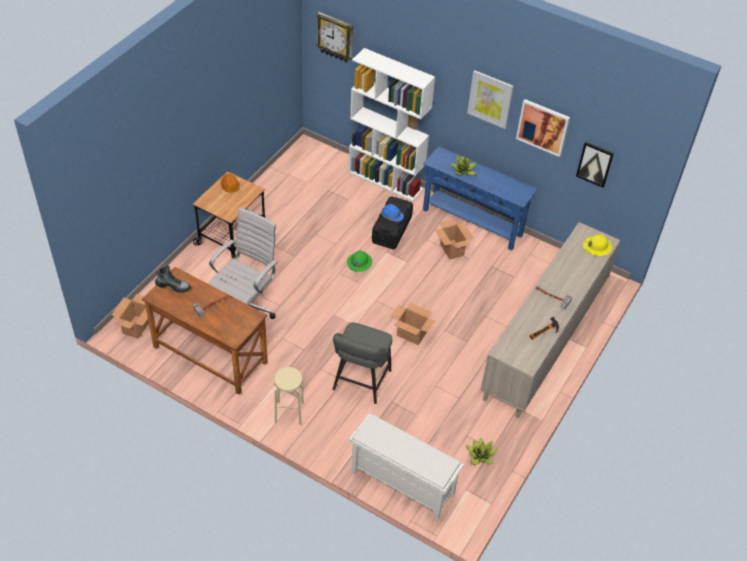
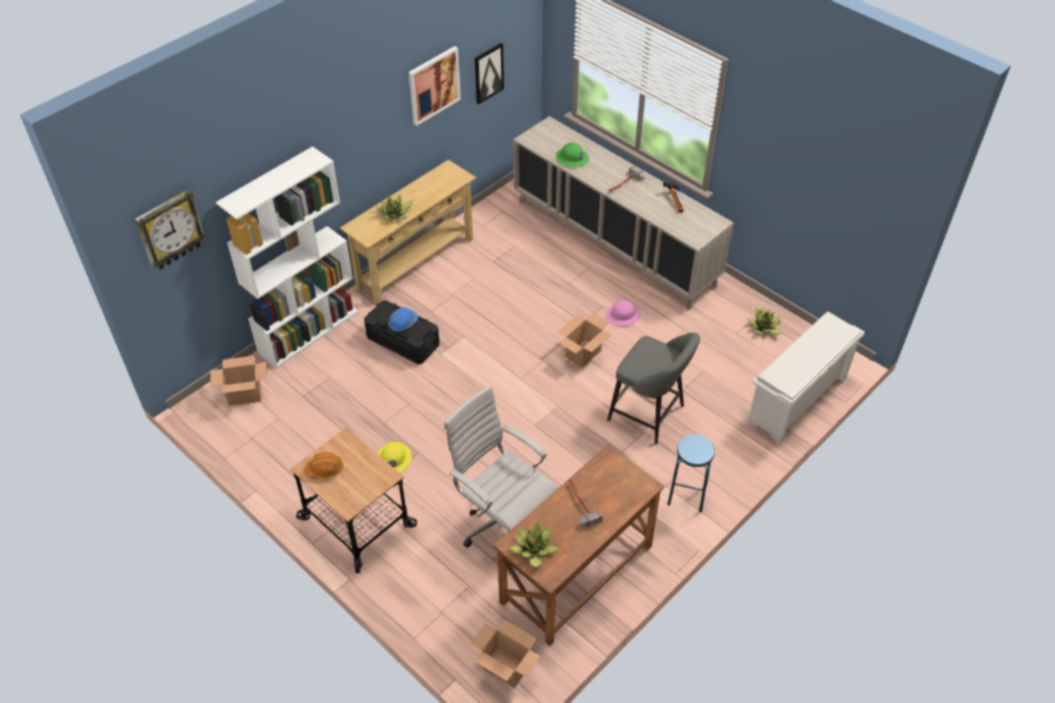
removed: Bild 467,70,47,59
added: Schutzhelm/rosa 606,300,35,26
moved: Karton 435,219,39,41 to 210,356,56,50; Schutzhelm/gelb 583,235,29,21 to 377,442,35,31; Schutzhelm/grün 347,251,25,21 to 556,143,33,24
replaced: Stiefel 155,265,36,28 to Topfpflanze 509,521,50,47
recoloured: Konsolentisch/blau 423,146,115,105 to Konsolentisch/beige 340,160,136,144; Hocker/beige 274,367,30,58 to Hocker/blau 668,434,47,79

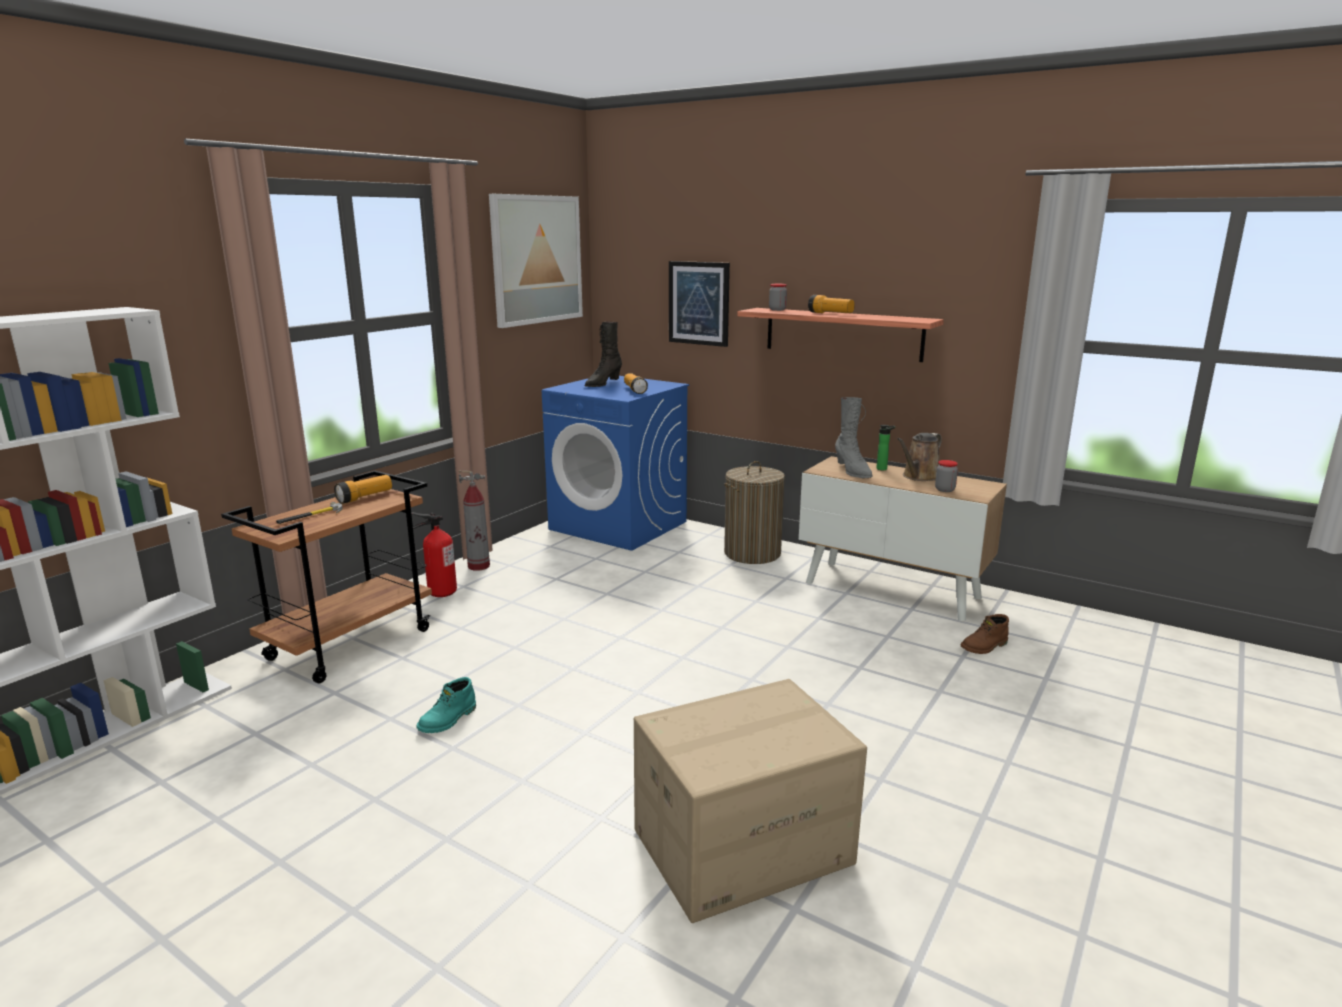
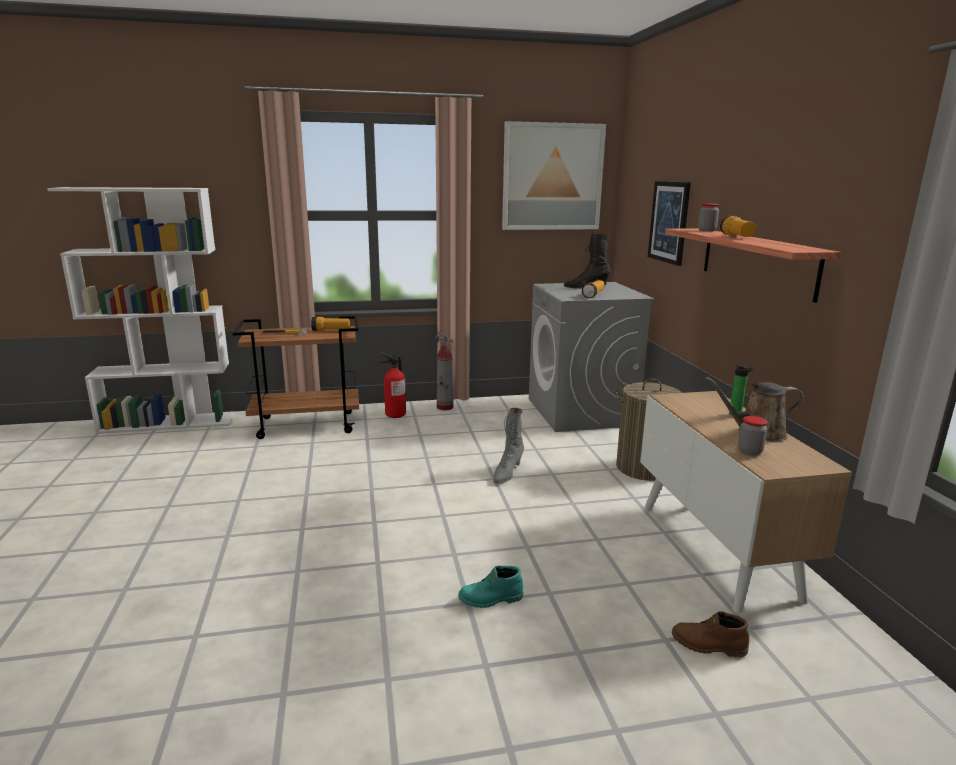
removed: Karton 634,679,233,244
moved: Stiefel/grau 835,397,38,81 to 493,408,31,76; Stiefel/türkis 416,677,60,56 to 458,565,65,43
recoloured: Waschmaschine/blau 542,376,147,175 to Waschmaschine/grau 529,282,125,150

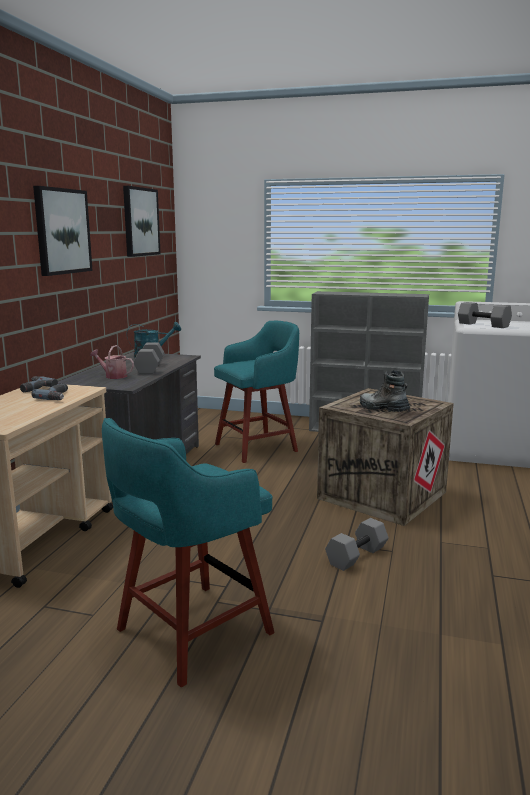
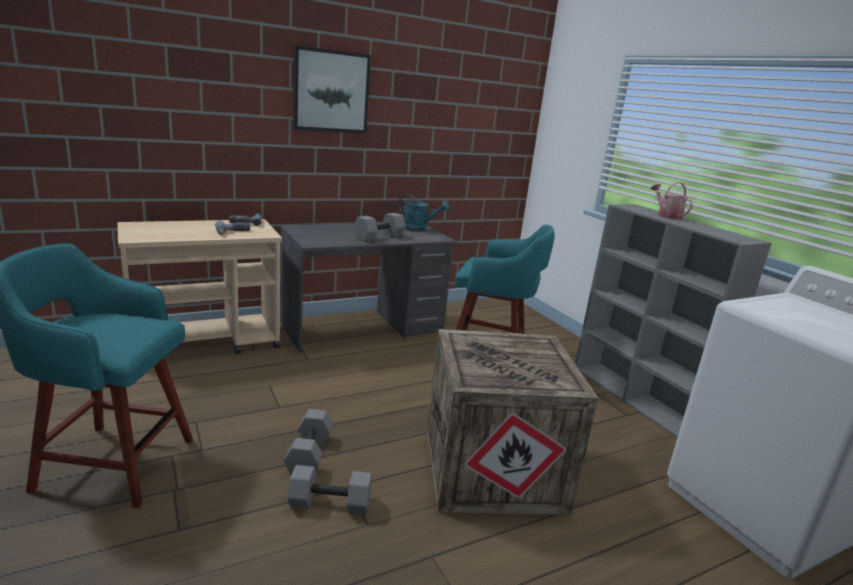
removed: Bild 123,186,38,71; Stiefel 360,370,50,42
moved: Hantel/grau 458,302,54,26 to 283,409,50,65; Gießkanne 90,345,44,34 to 651,182,42,38

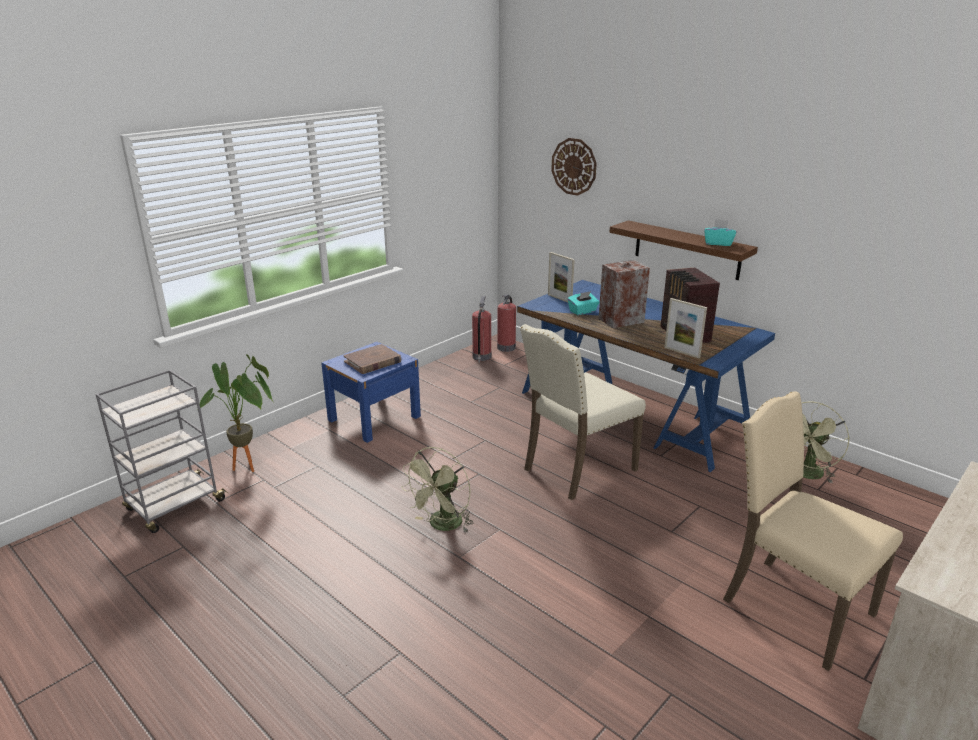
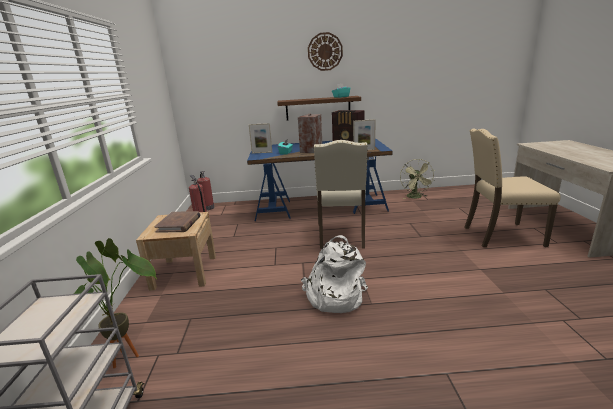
moved: Wanduhr 551,138,46,58 to 308,32,35,39
replaced: Ventilator/grün 401,447,72,86 to Rucksack/weiß 301,235,67,78
recoloured: Nachttisch/blau 321,342,100,101 to Nachttisch/beige 136,212,80,79

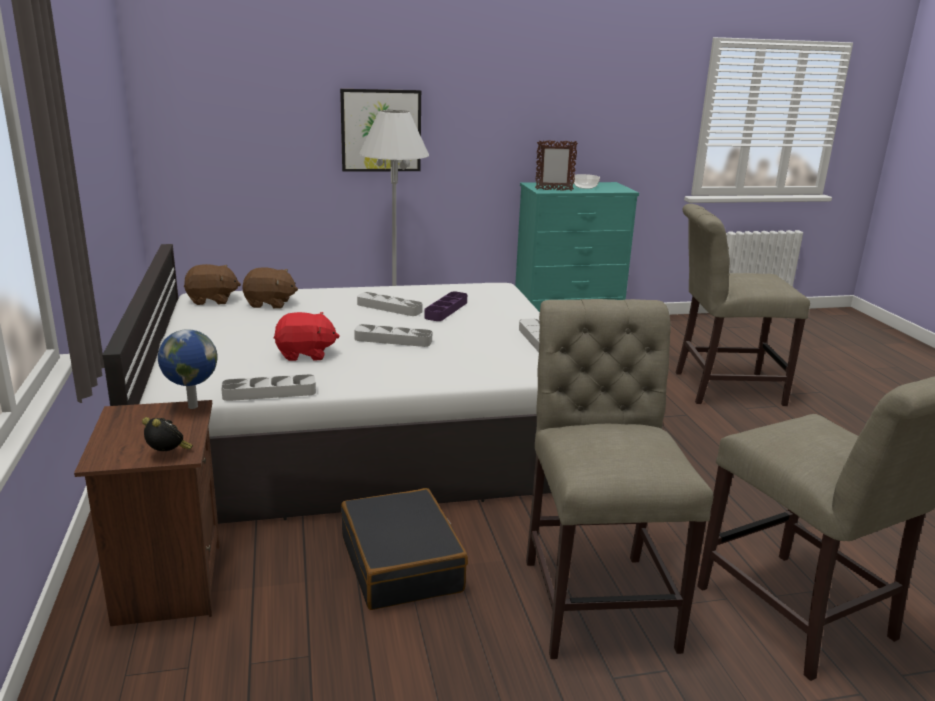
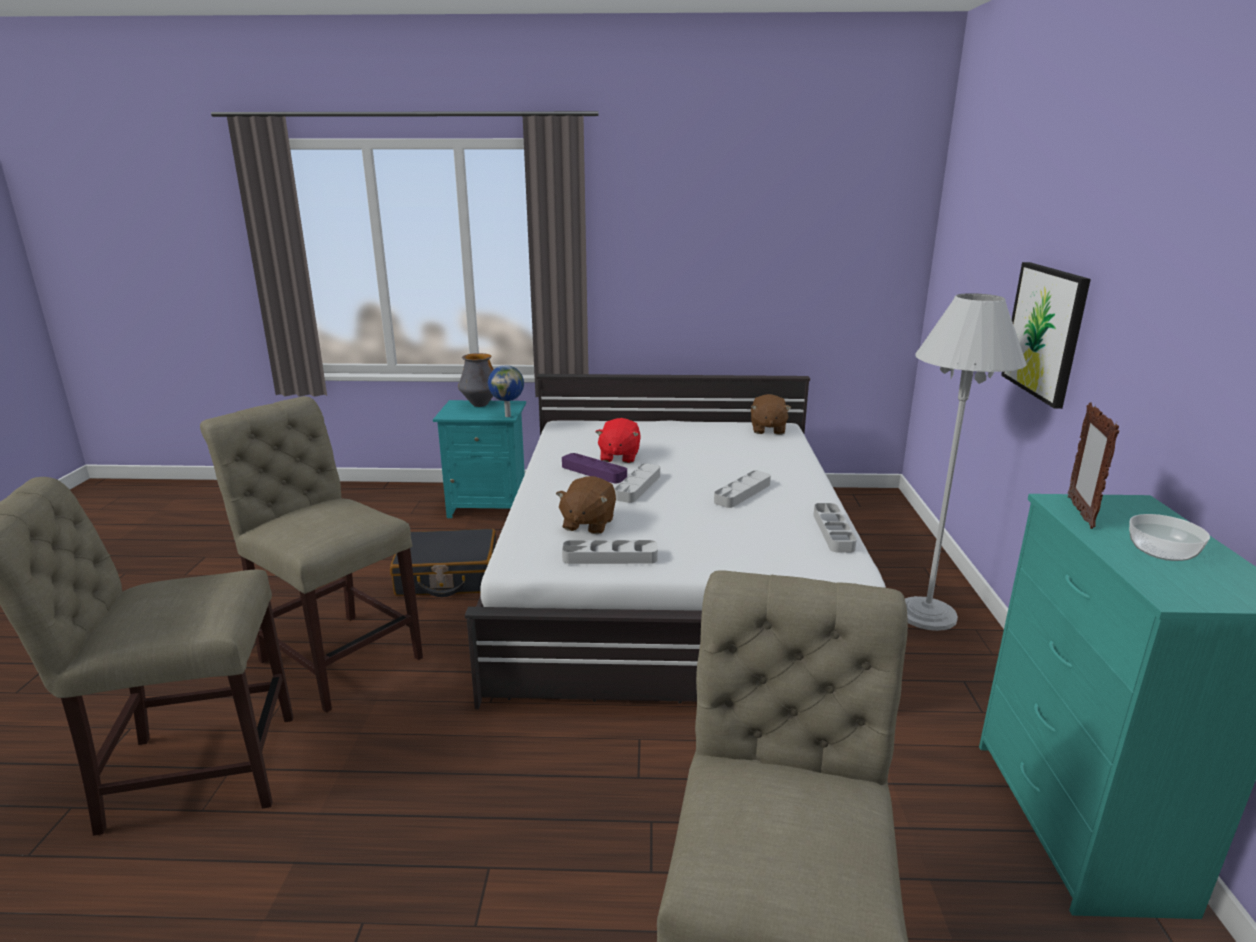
removed: Wecker 142,417,51,34
added: Vase 458,353,36,54
moved: Plüschtier/braun 242,268,56,41 to 556,476,60,58; Tablett/lila 424,291,43,30 to 562,453,65,30; Tablett/grau 221,374,95,27 to 813,503,44,50
recoloured: Nachttisch/braun 74,400,146,226 to Nachttisch/türkis 433,400,93,118
turned: Stuhl/beige 526,299,187,360 = 200,396,223,317 150 degrees counterclockwise

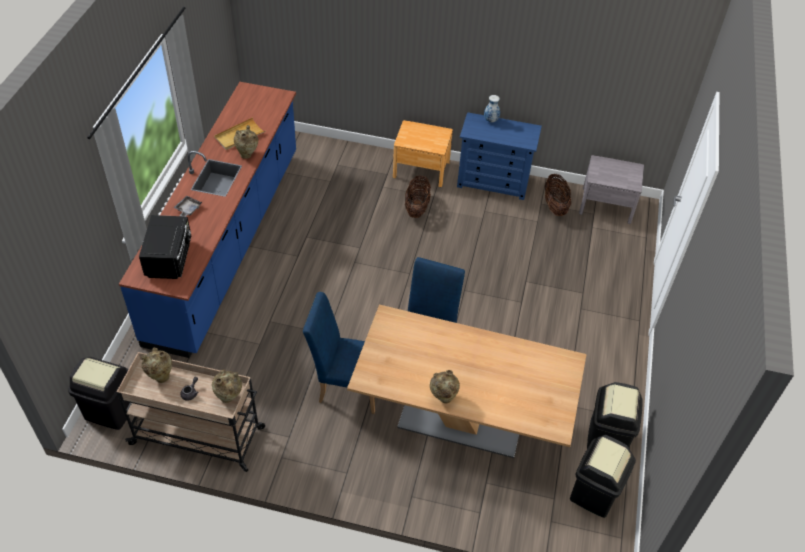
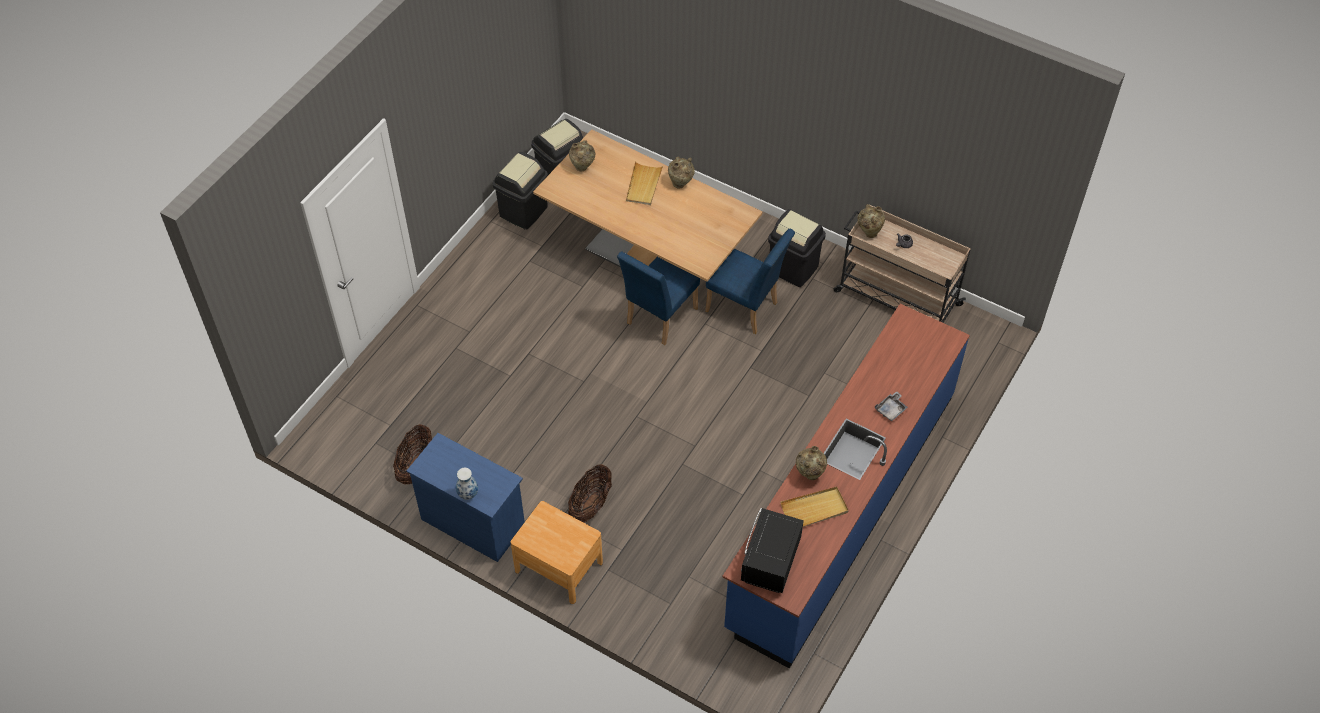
removed: Nachttisch/grau 579,155,65,69
added: Tablett/beige 626,161,37,44
moved: Mikrowelle/schwarz 139,215,52,64 to 741,508,63,85; Vase/beige 142,347,30,36 to 569,140,27,31; Mülleimer/schwarz 68,357,62,73 to 768,209,58,78

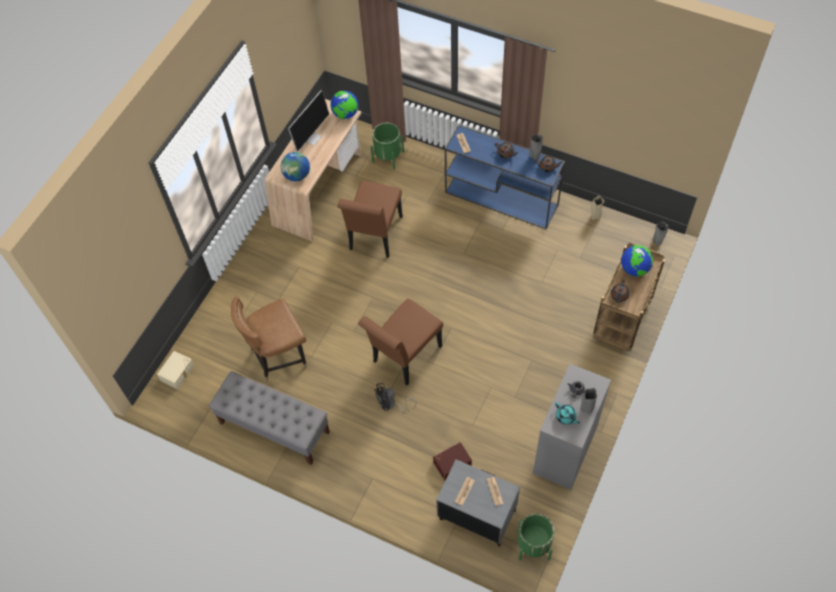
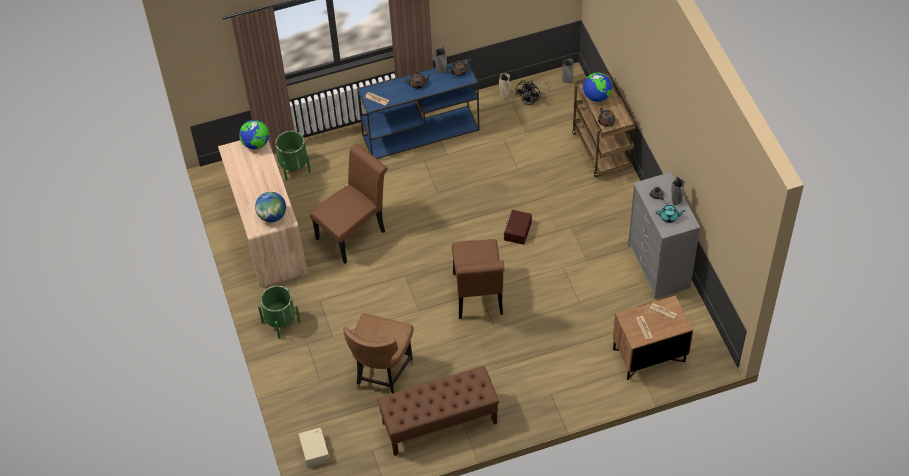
removed: Monitor 288,90,41,62
moved: Ventilator/schwarz 374,383,42,29 to 516,80,33,25; Aufbewahrungsbox/braun 433,442,39,38 to 504,210,28,35; Pflanzkübel/grün 518,514,36,47 to 258,285,43,54
recoloured: Bank/grau 209,371,121,94 to Bank/braun 377,366,122,90; Nachttisch/grau 436,459,84,88 to Nachttisch/braun 613,295,80,85
turned: Stuhl/braun 338,181,65,77 = 310,143,78,121 105 degrees counterclockwise

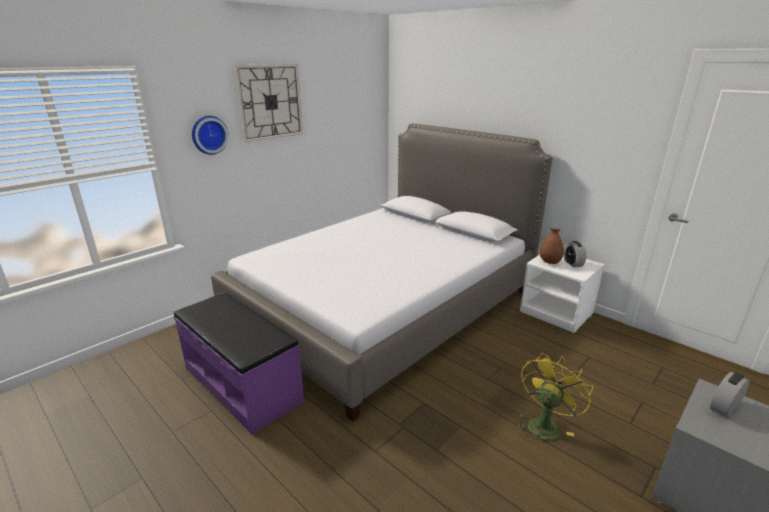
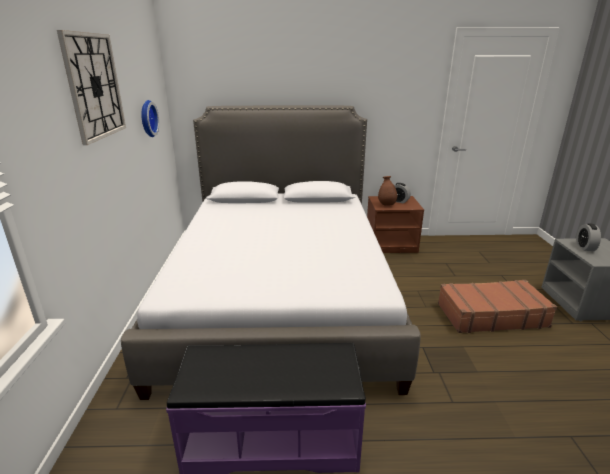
moved: Wanduhr 192,116,37,39 to 141,100,18,37
replaced: Ventilator/gelb 517,353,76,88 to Koffer/braun 438,280,119,53
recoloured: Nachttisch/weiß 520,255,85,78 to Nachttisch/braun 367,196,57,57

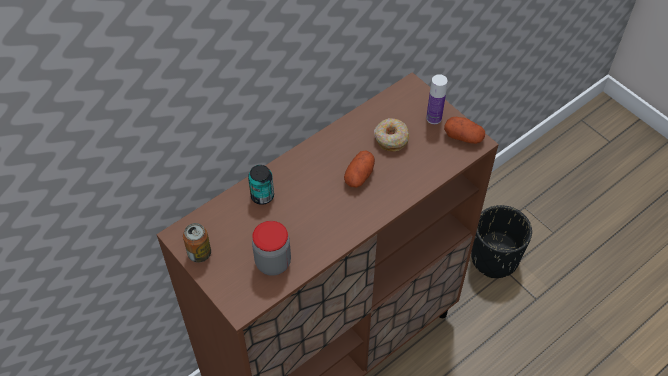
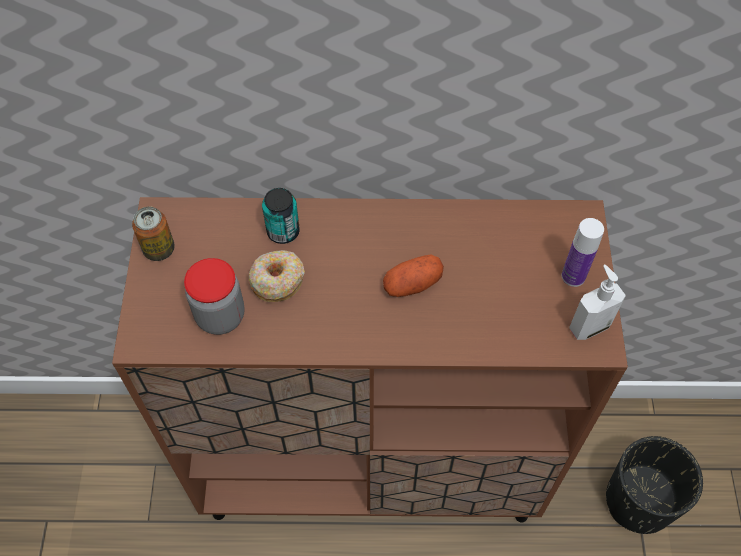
moved: Donut 374,118,36,34 to 249,250,56,52
replaced: Kartoffel 444,117,41,27 to Seifenspender 569,265,57,75

